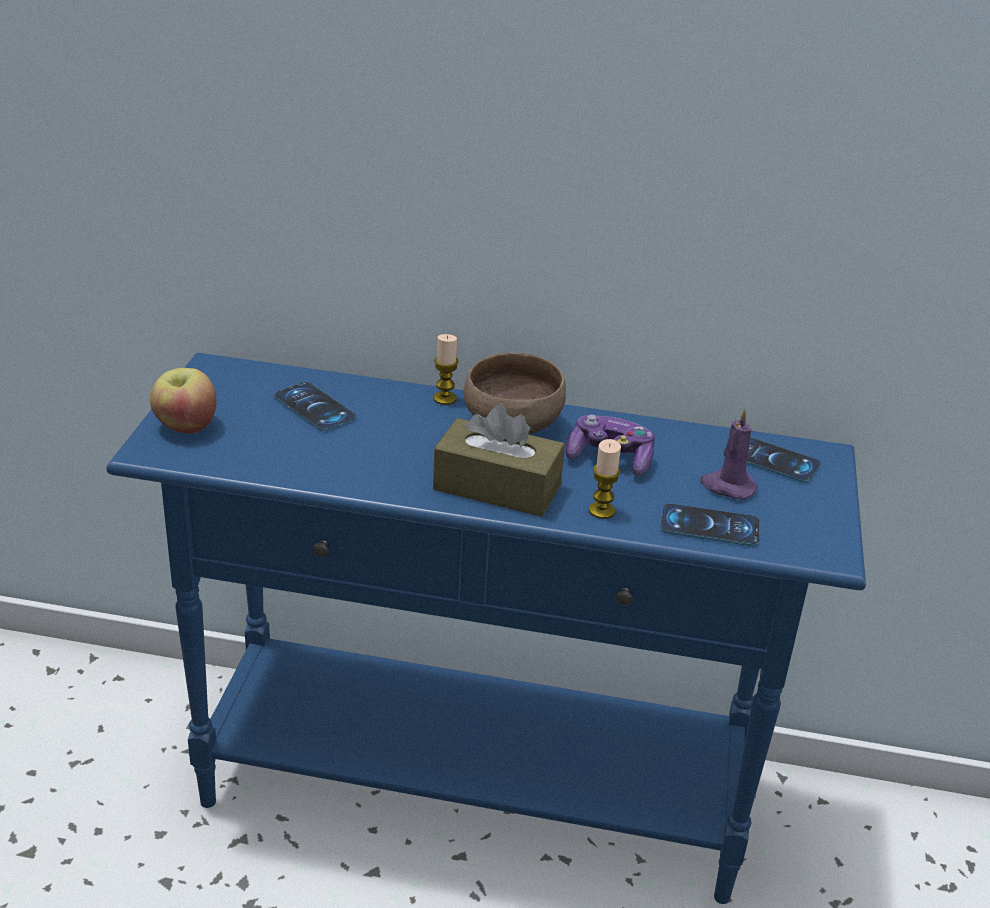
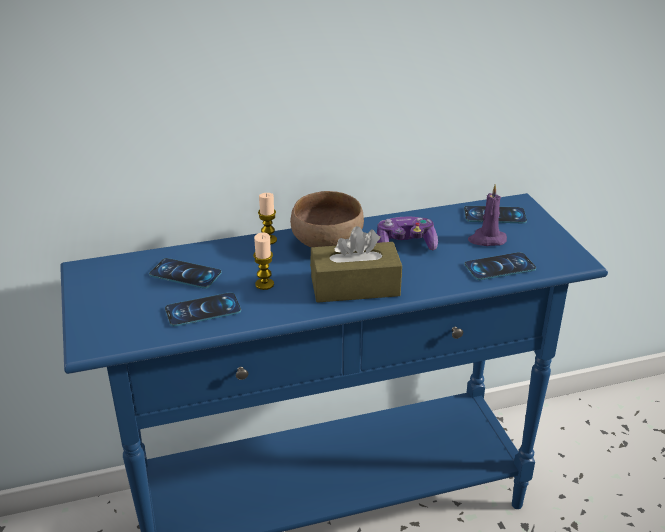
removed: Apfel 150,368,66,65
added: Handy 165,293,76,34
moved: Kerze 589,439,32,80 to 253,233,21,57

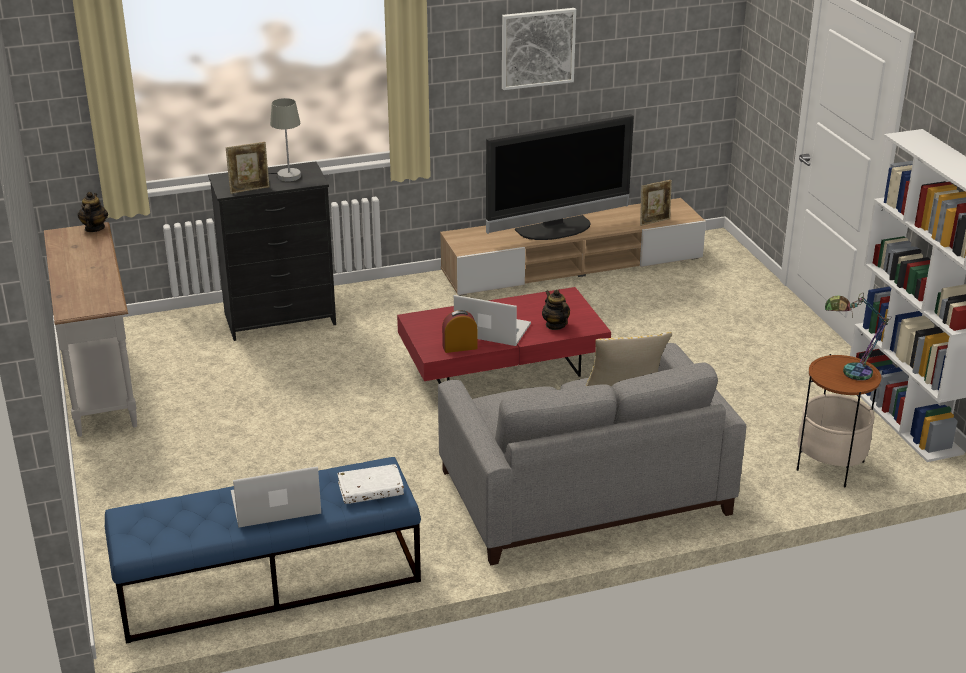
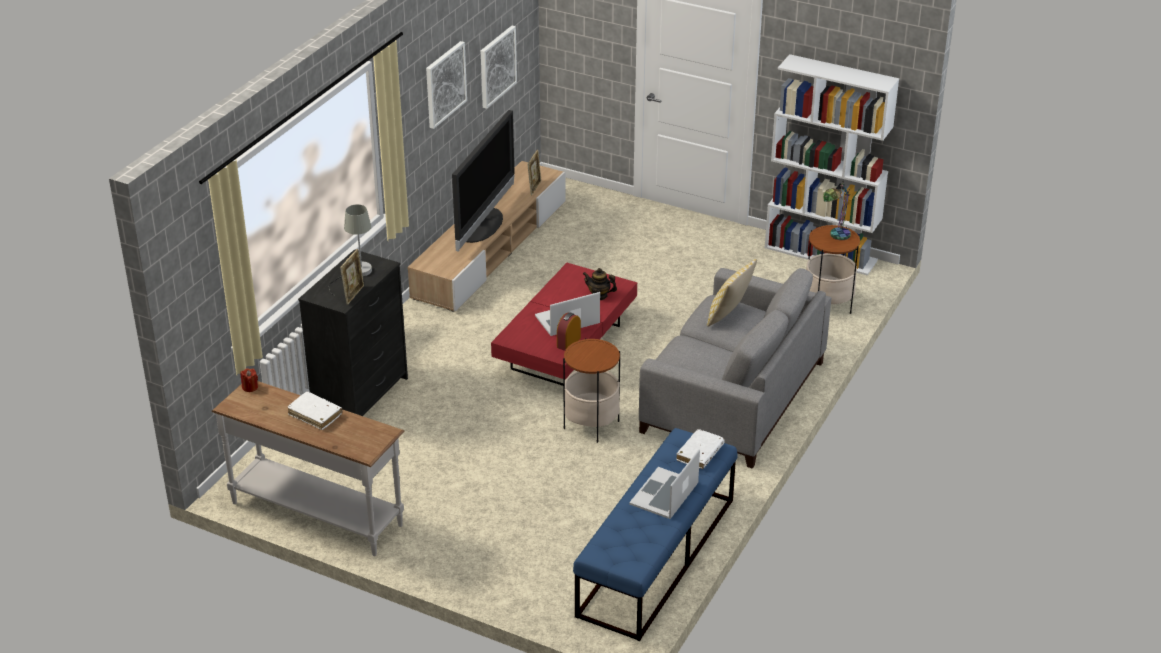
added: Bild 481,26,36,83; Beistelltisch 563,338,57,105; Buch/weiß 287,392,55,38
replaced: Teekanne 78,192,30,40 to Kerze/rot 240,368,18,24

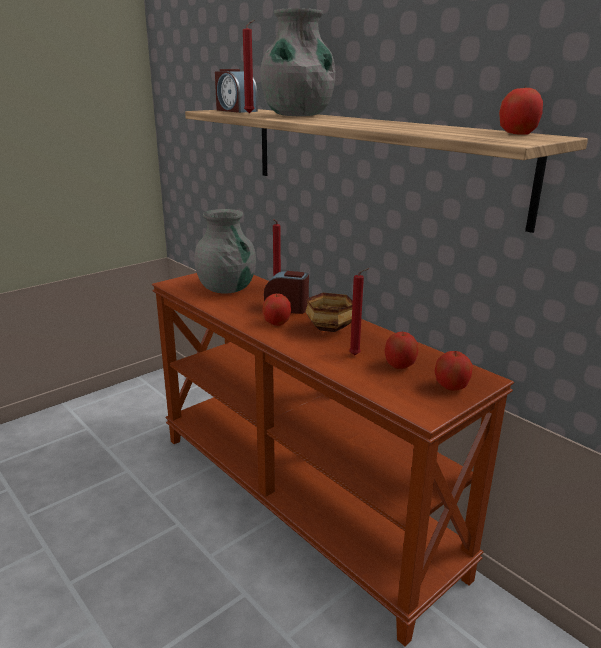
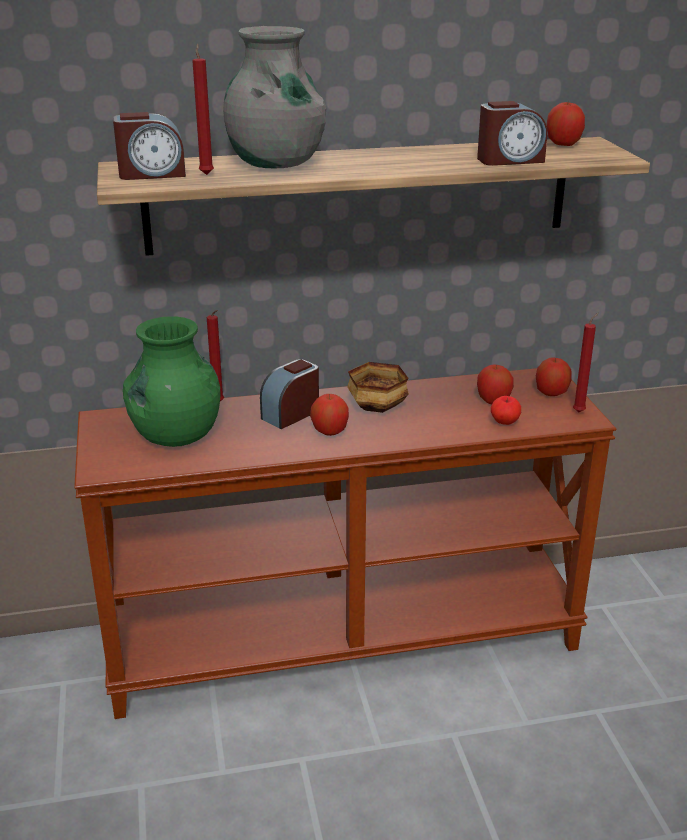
added: Wecker 477,101,70,65; Apfel 491,396,30,29
moved: Kerze/rot 349,268,21,87 to 573,313,26,99
recoloured: Vase/grau 194,209,62,84 to Vase/grün 123,316,97,131

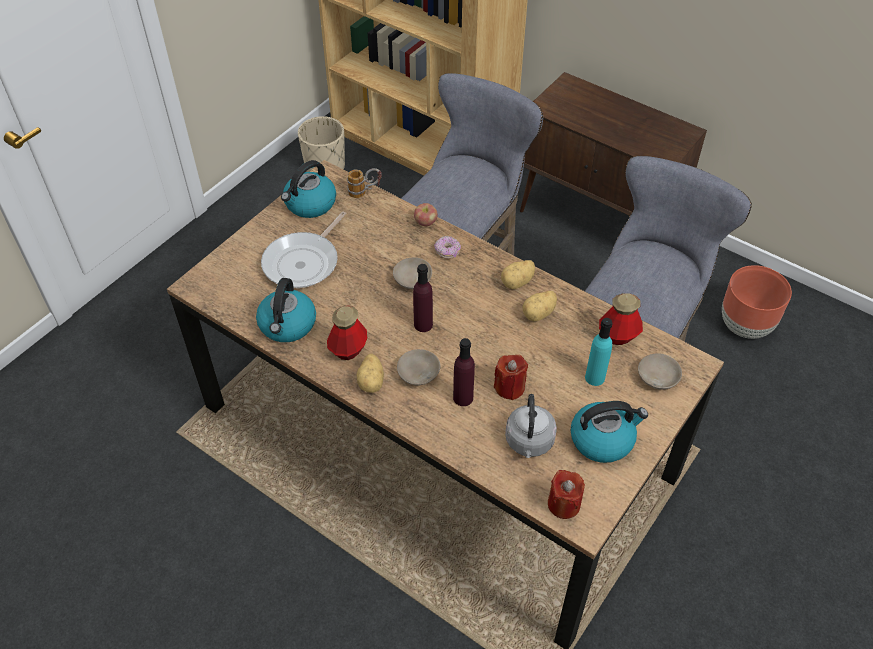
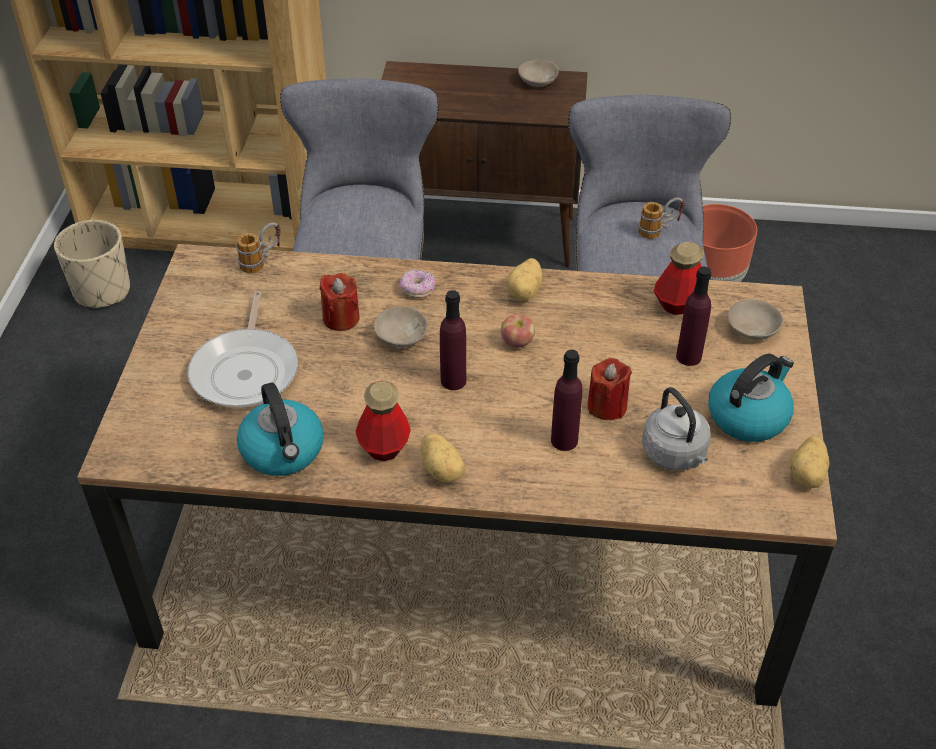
removed: Wasserkessel 281,160,55,58
added: Henkelbecher 638,197,47,42
moved: Apfel 414,203,24,23 to 501,314,34,34; Kartoffel 522,291,35,30 to 790,436,40,52; Schüssel/beige 397,349,43,37 to 518,60,41,27; Kerze/rot 548,470,37,49 to 319,273,41,58
recoloured: Flasche/türkis 585,318,28,68 to Flasche/lila 676,267,35,99

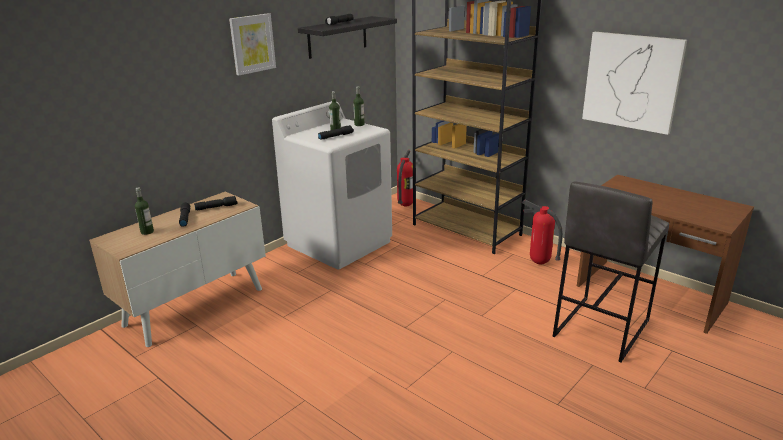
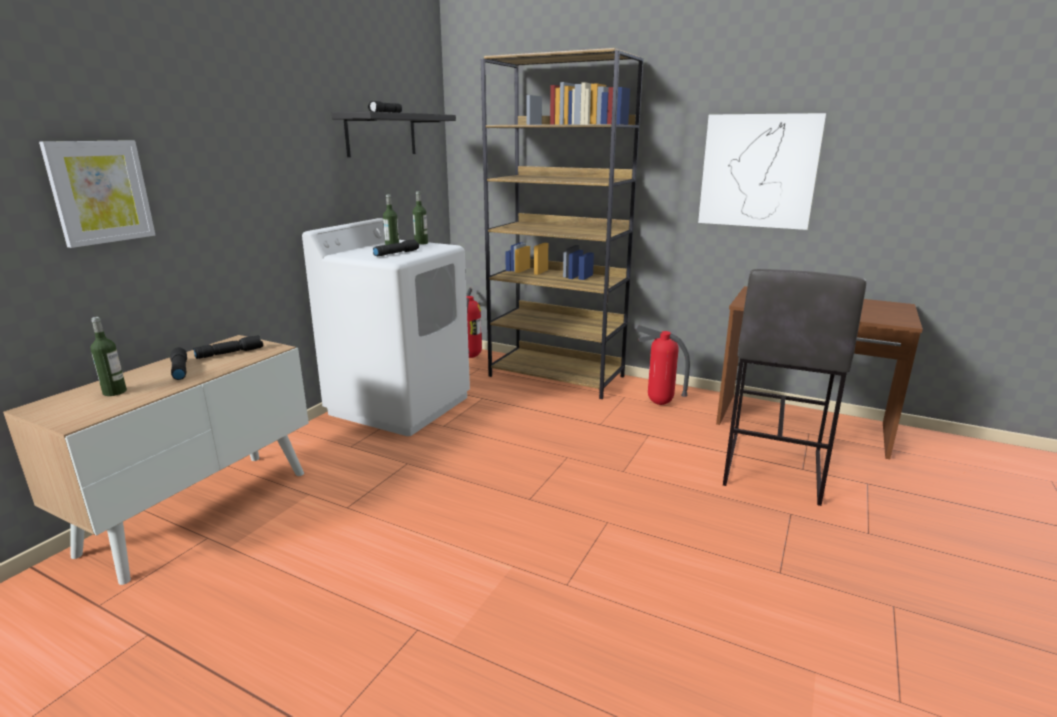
moved: Bild 229,13,47,62 to 39,140,116,108

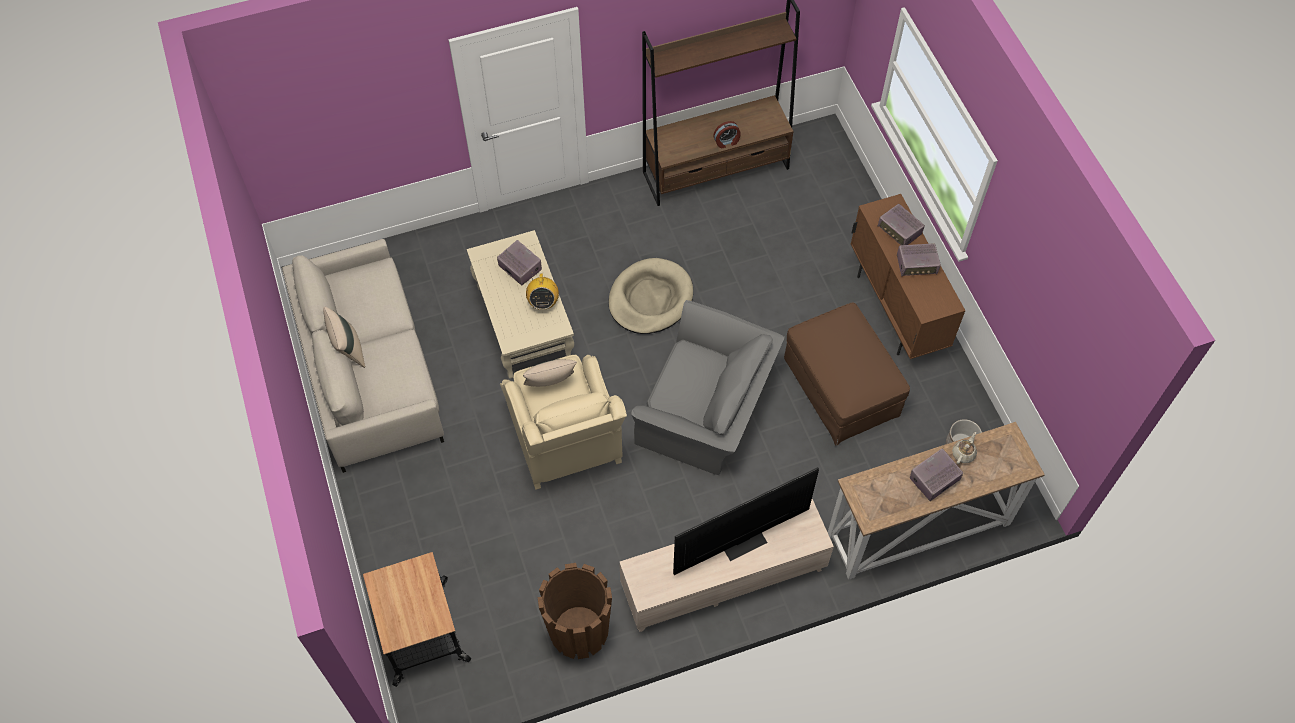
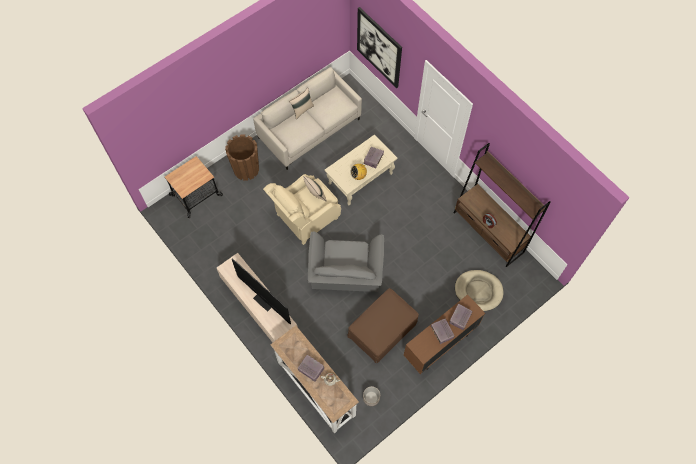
added: Bild 357,7,45,81
moved: Hundebett/beige 608,258,85,76 to 455,270,49,41; Pflanzkübel/braun 538,563,74,96 to 225,135,34,46

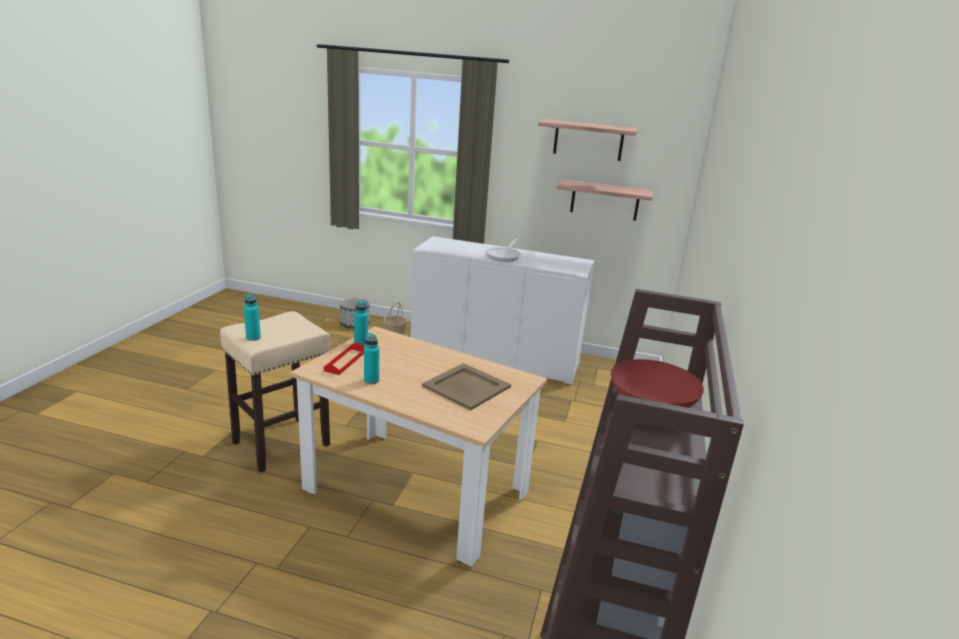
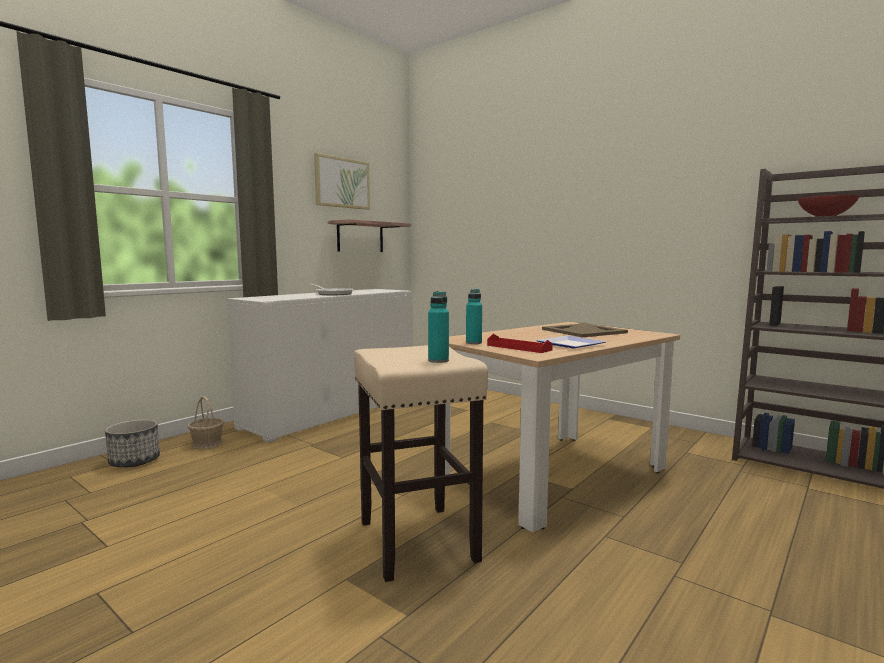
replaced: Wandregal 538,119,100,42 to Bild 314,153,56,57; Flasche/türkis 364,333,15,51 to Teller 536,336,70,13

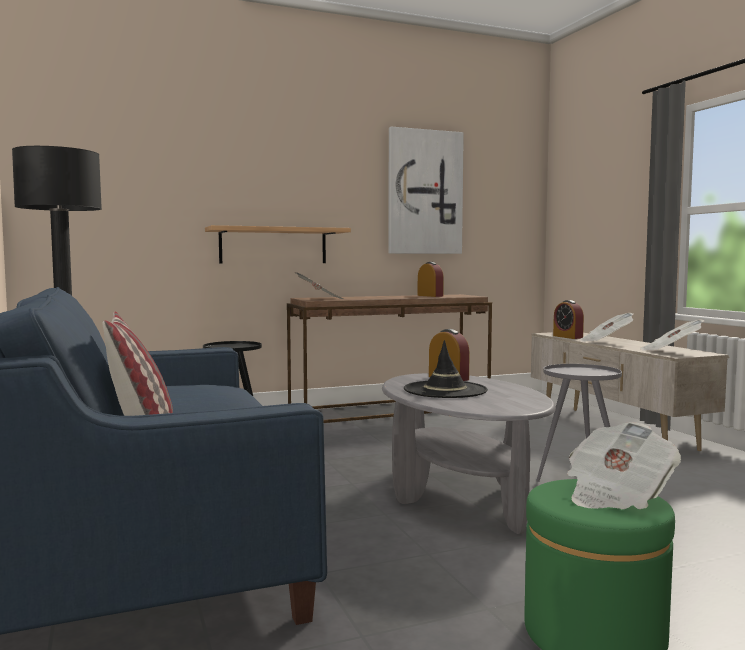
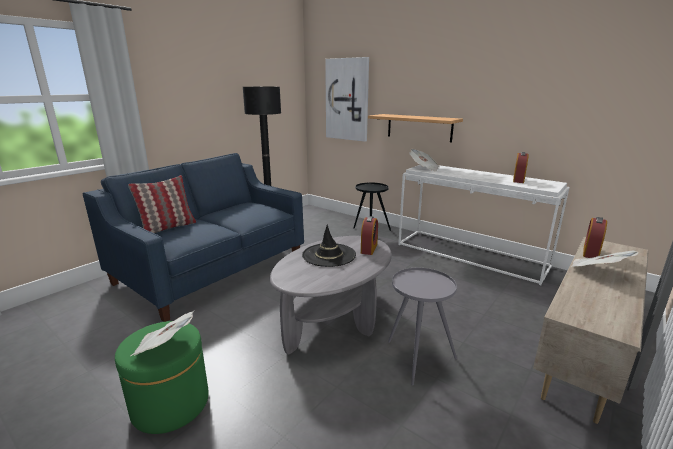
removed: Zeitung 640,319,64,32
moved: Bild 388,127,76,127 to 325,57,44,85
recoloured: Konsolentisch/braun 287,294,205,129 to Konsolentisch/weiß 398,165,172,120

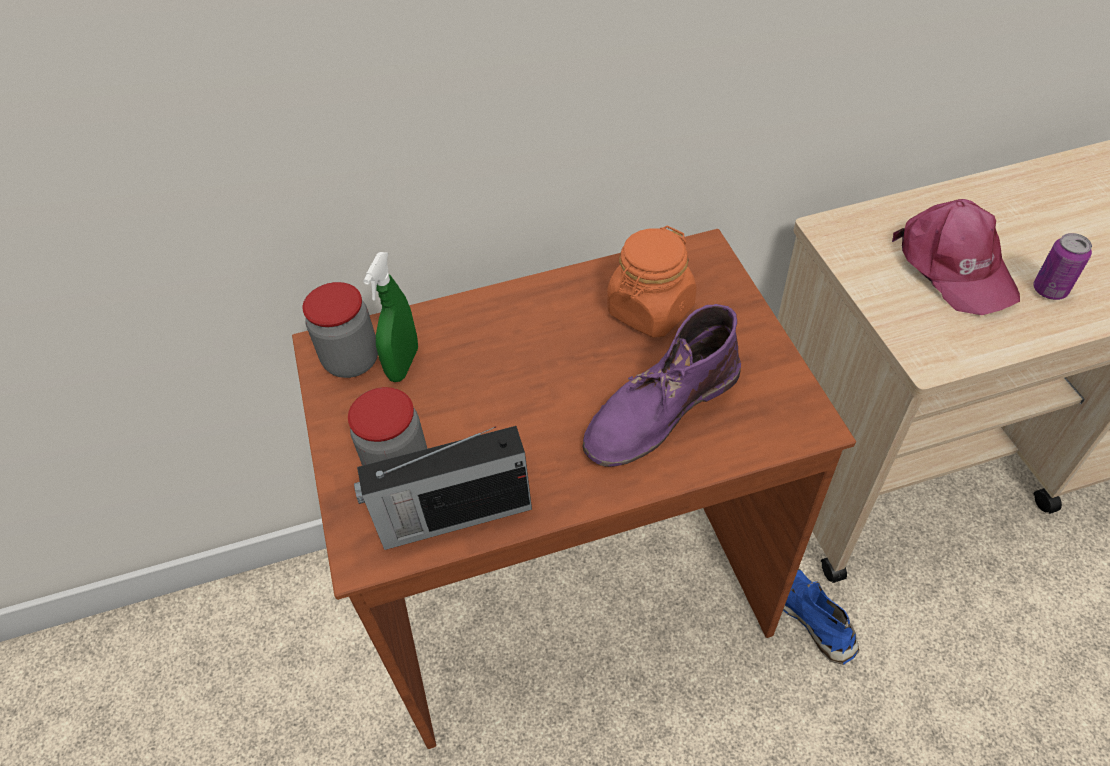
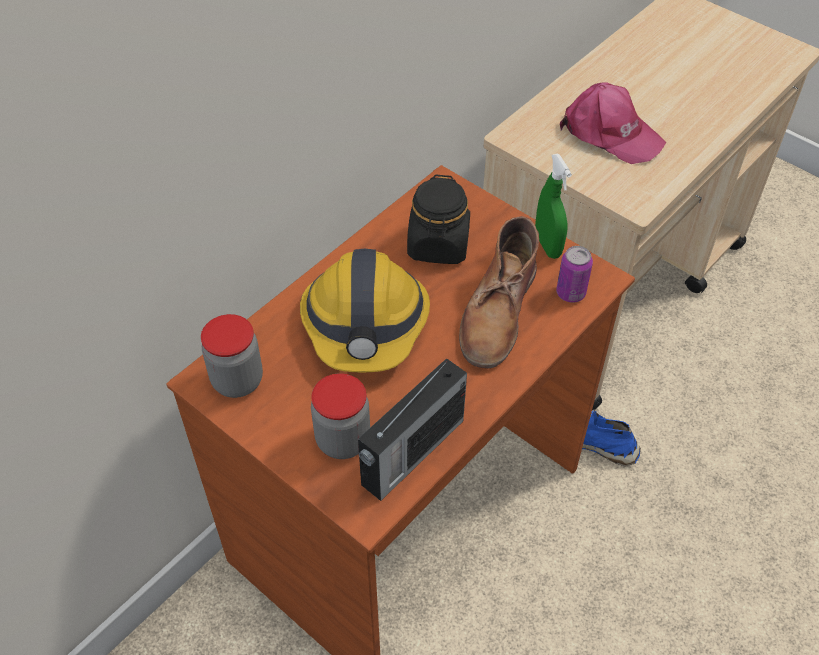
added: Schutzhelm 300,249,130,124
moved: Dose 1033,233,59,67 to 556,246,37,57; Sprühflasche/grün 363,252,55,130 to 535,154,37,105
recoloured: Vorratsglas/orange 607,226,90,112 to Vorratsglas/schwarz 407,175,63,89; Stiefel/lila 582,304,159,163 to Stiefel/braun 459,216,80,152

